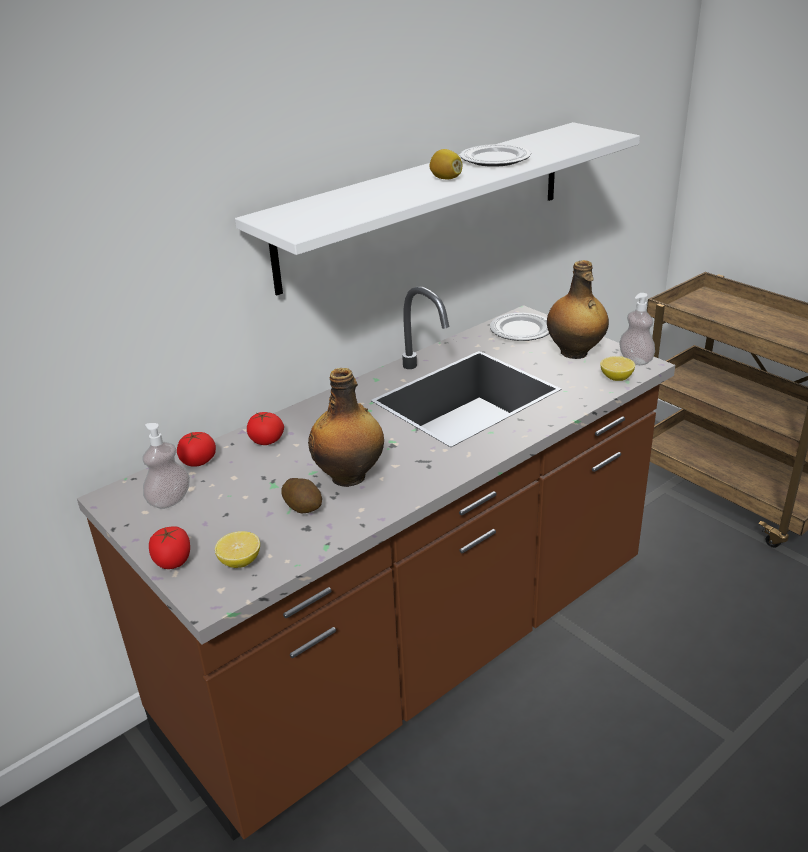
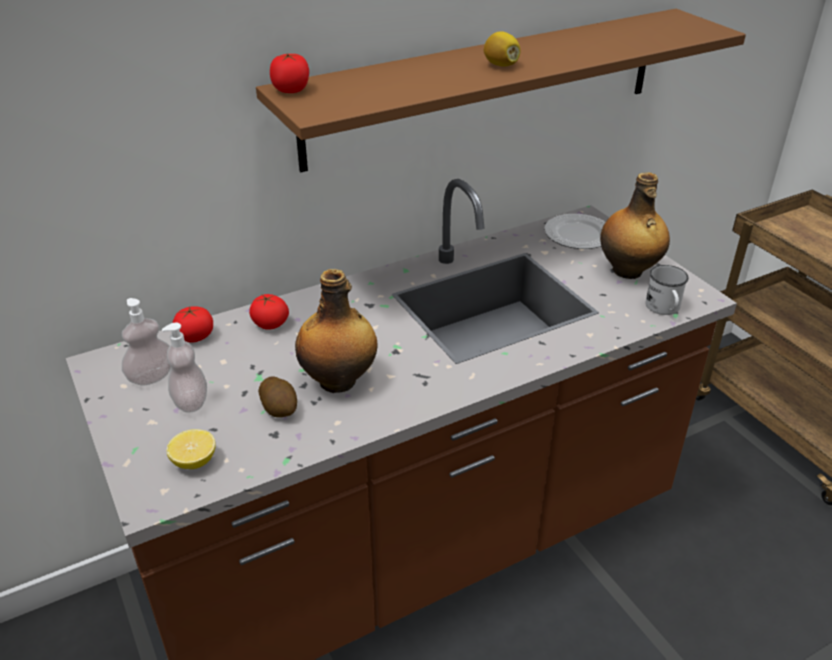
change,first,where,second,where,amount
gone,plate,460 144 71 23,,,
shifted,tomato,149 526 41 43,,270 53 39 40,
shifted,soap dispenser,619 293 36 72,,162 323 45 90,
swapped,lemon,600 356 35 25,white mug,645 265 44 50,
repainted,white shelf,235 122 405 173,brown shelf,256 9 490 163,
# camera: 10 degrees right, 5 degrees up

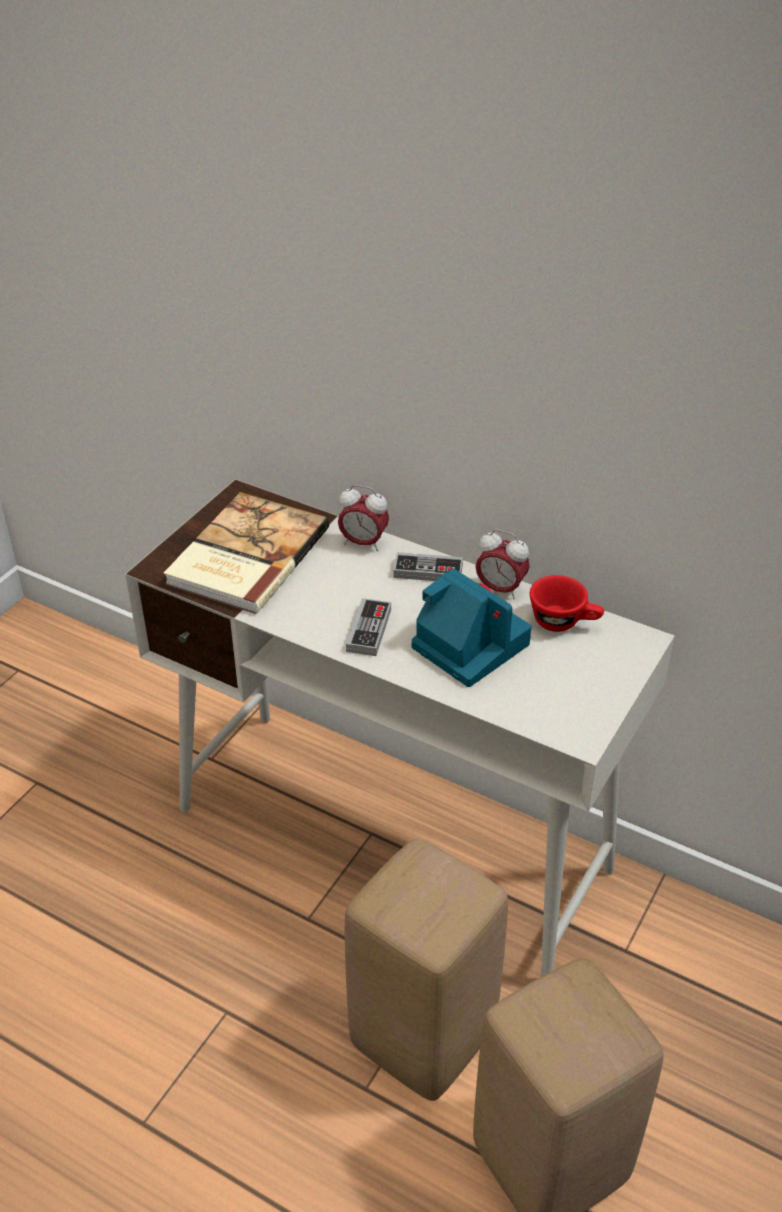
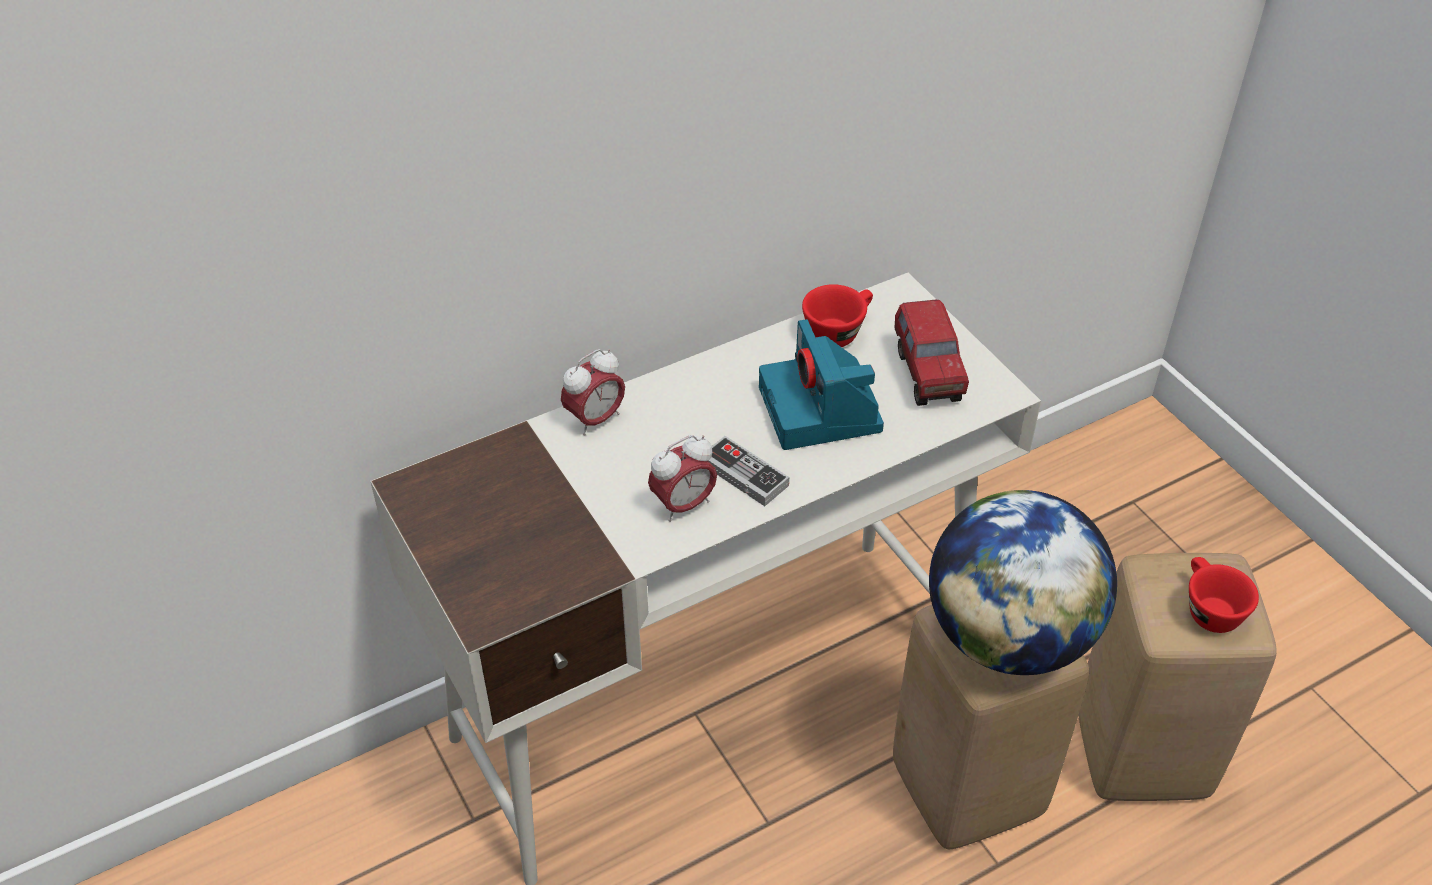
change,first,where,second,where,amount
gone,book,164 492 165 122,,,
gone,game controller,394 552 69 29,,,
new,,,toy truck,894 299 75 107,
new,,,globe,929 490 188 185,
new,,,red cup,1189 557 70 76,
shifted,alarm clock,475 529 55 71,,648 435 69 87,
rotated,photo camera,412 568 120 119,,759 319 125 131,90 degrees counterclockwise
# camera: 60 degrees left, 5 degrees up

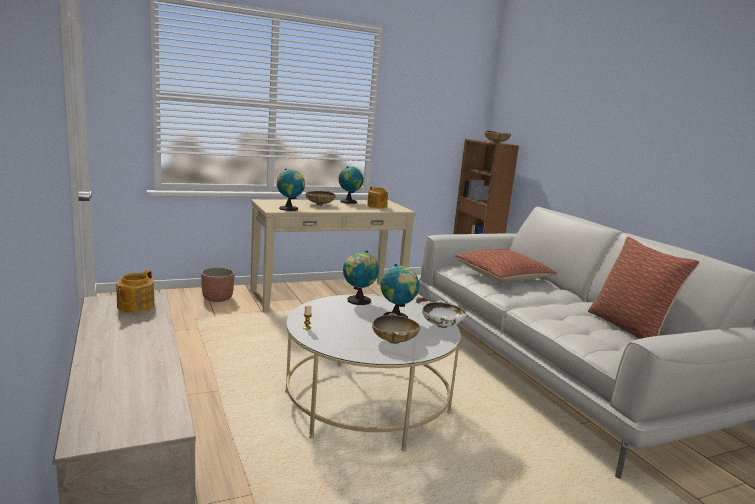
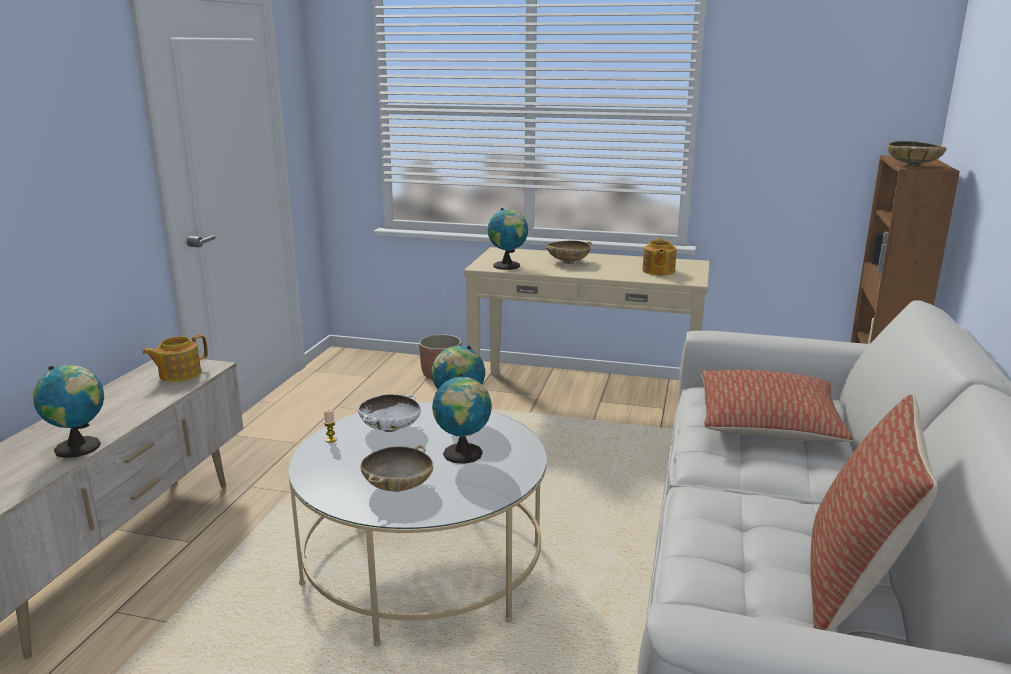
change,first,where,second,where,amount
shifted,globe,339 166 25 38,,33 365 71 93,
shifted,white bowl,422 300 44 28,,358 394 63 38,
# camera: 40 degrees right, 5 degrees up

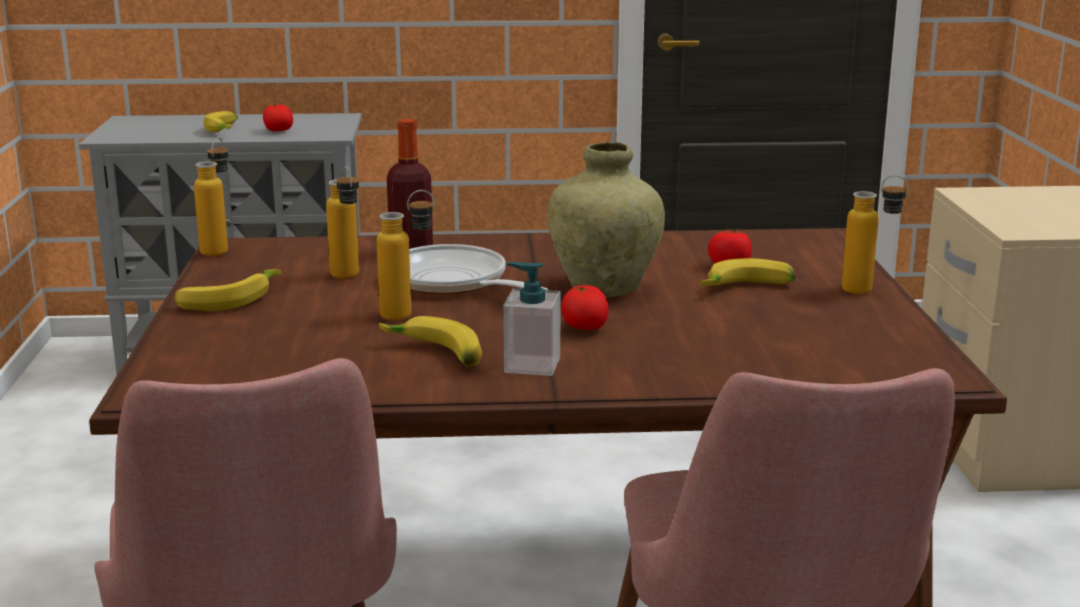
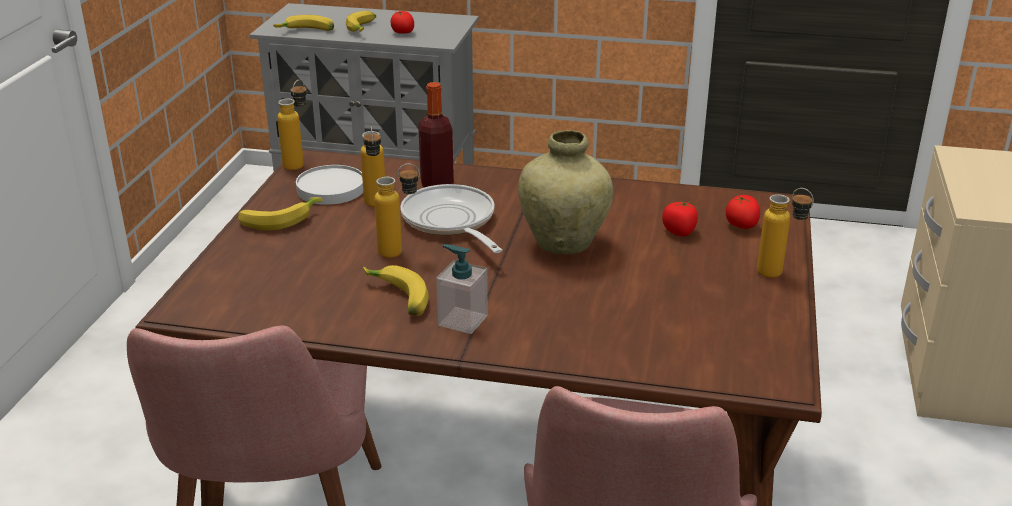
change,first,where,second,where,amount
new,,,white plate,296 165 67 40,
shifted,tomato,561 285 48 45,,726 195 34 34,
shifted,banana,700 258 96 28,,273 15 61 16,
# camera: 15 degrees right, 10 degrees up

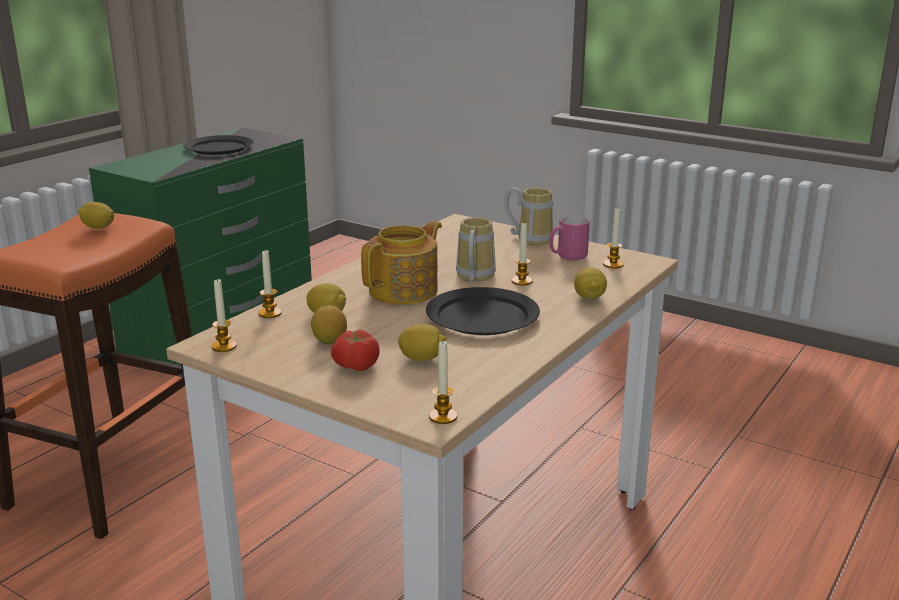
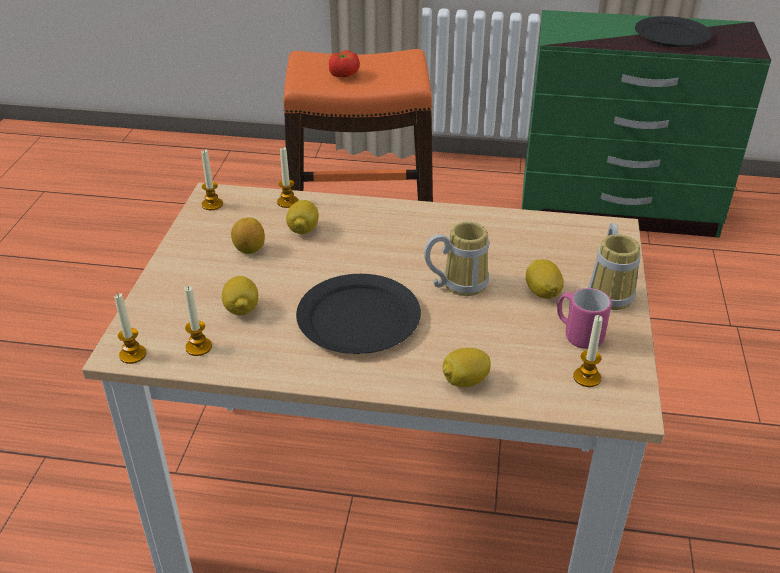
change,first,where,second,where,amount
gone,teapot,361 221 81 84,,,
shifted,lemon,78 202 36 27,,526 259 38 40,
shifted,tomato,331 329 49 42,,329 50 31 28,
shifted,candle,511 223 22 62,,184 286 28 70,
# camera: 65 degrees right, 15 degrees up

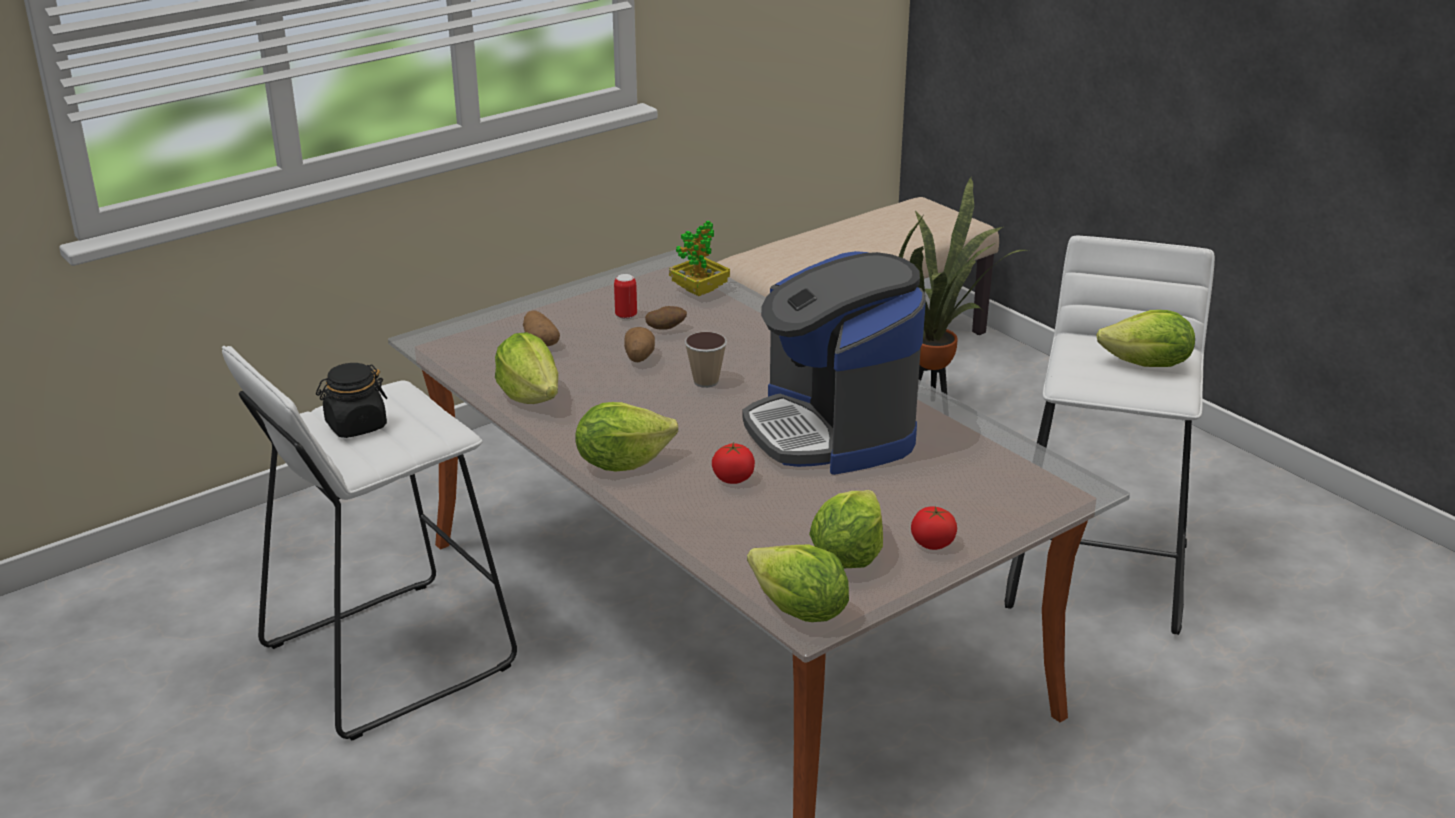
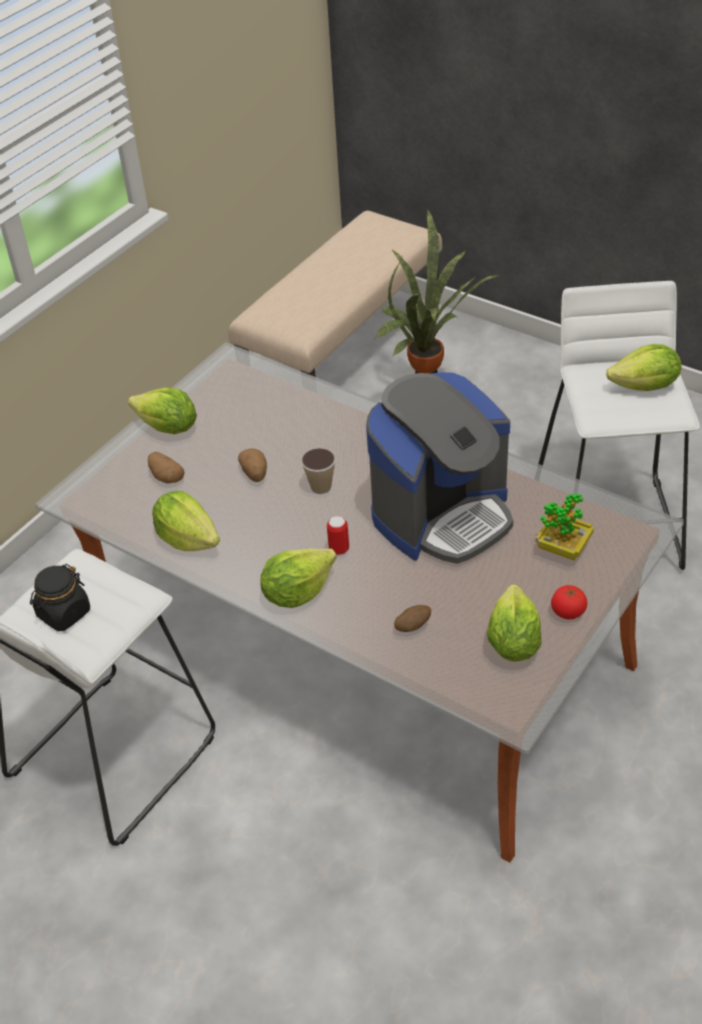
change,first,where,second,where,amount
gone,tomato,712 442 43 42,,,
shifted,can,614 274 23 45,,327 516 22 39,
shifted,potato,645 306 42 24,,394 605 37 27,
shifted,potted plant,669 220 61 76,,536 493 58 68,
shifted,lettuce,747 545 102 77,,128 388 69 46,
rotated,coffee machine,743 251 183 224,,366 372 147 192,90 degrees counterclockwise
# camera: 15 degrees left, 15 degrees up

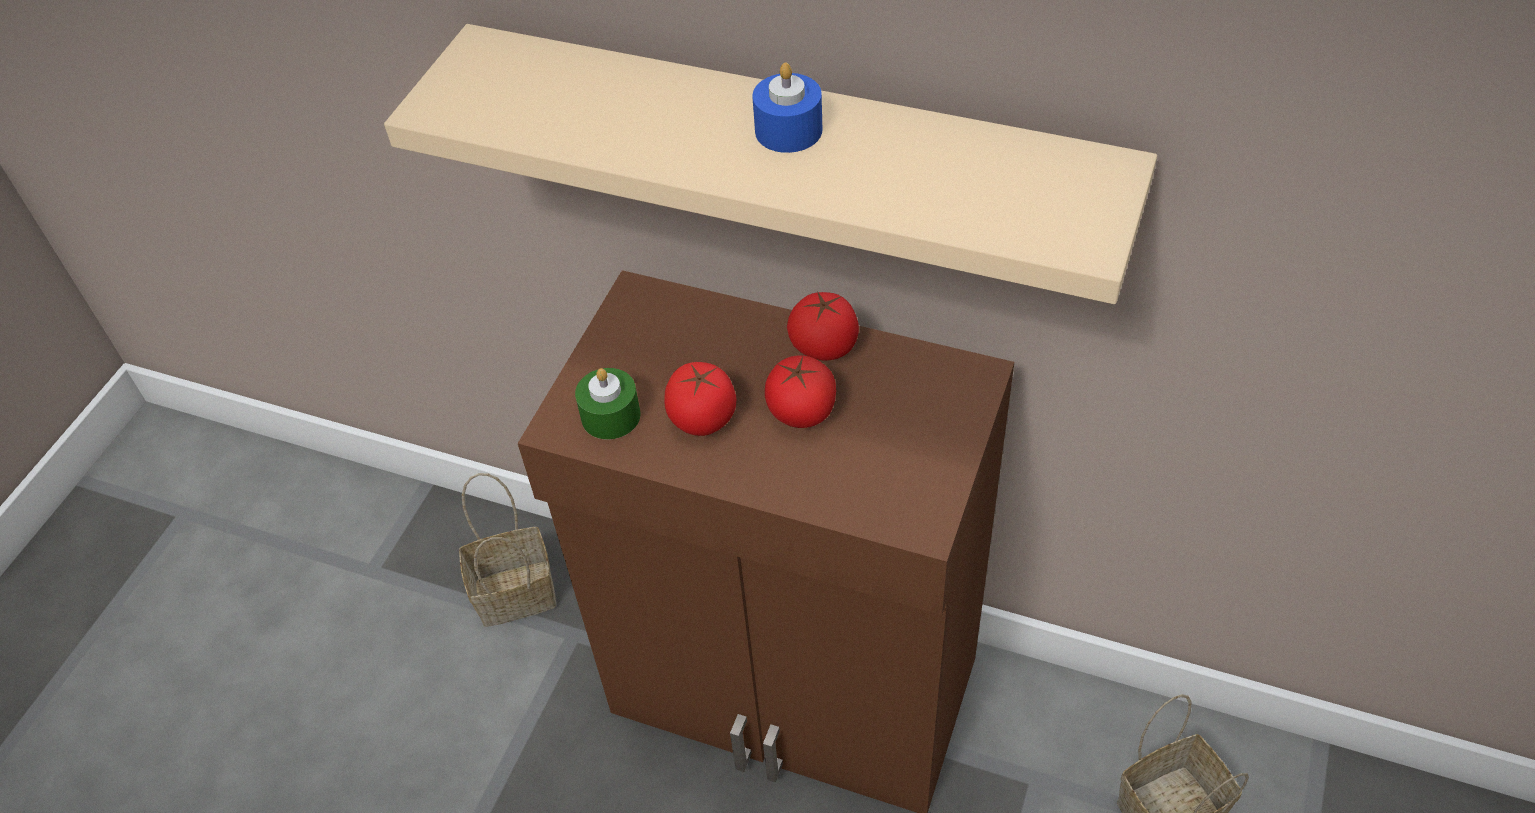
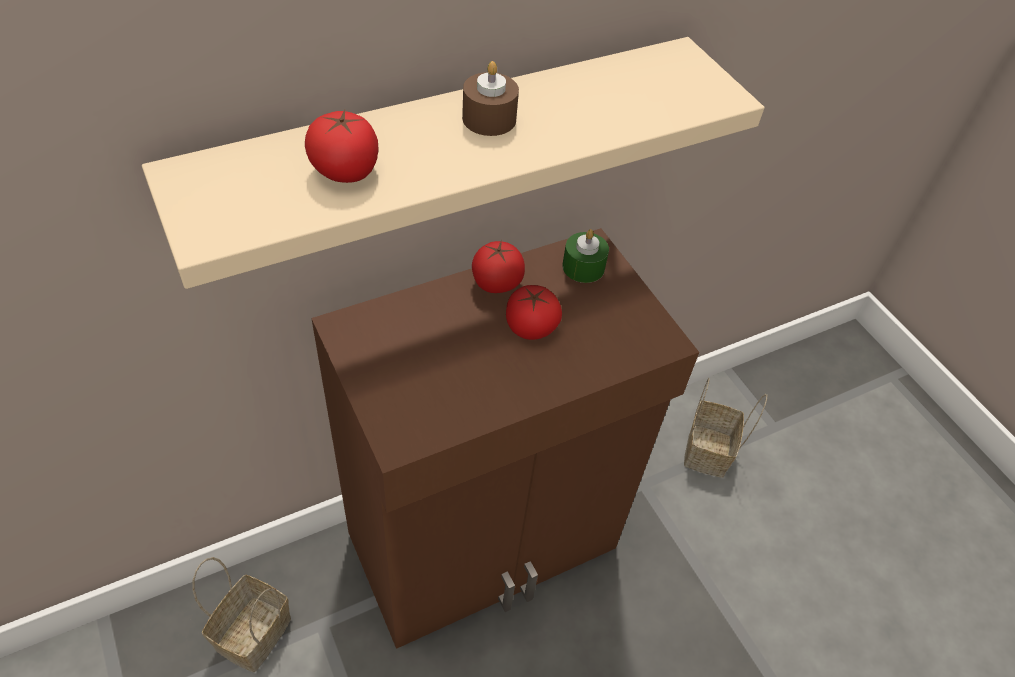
change,first,where,second,where,amount
shifted,green candle,575 368 66 72,,562 229 47 54,
shifted,tomato,664 362 72 74,,305 110 74 73,
repainted,blue candle,752 63 70 90,brown candle,462 61 57 75,
# camera: 55 degrees left, 0 degrees up

